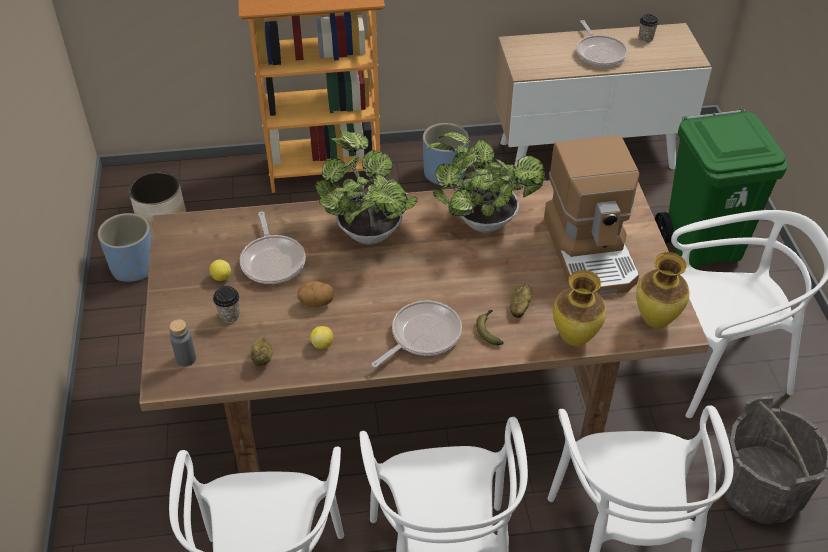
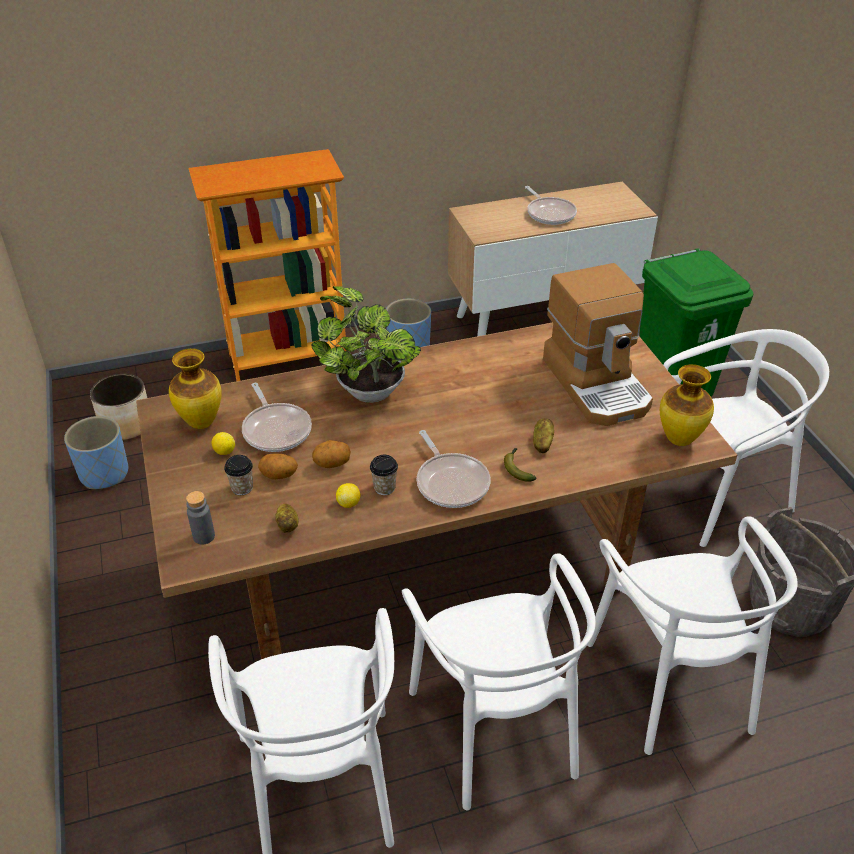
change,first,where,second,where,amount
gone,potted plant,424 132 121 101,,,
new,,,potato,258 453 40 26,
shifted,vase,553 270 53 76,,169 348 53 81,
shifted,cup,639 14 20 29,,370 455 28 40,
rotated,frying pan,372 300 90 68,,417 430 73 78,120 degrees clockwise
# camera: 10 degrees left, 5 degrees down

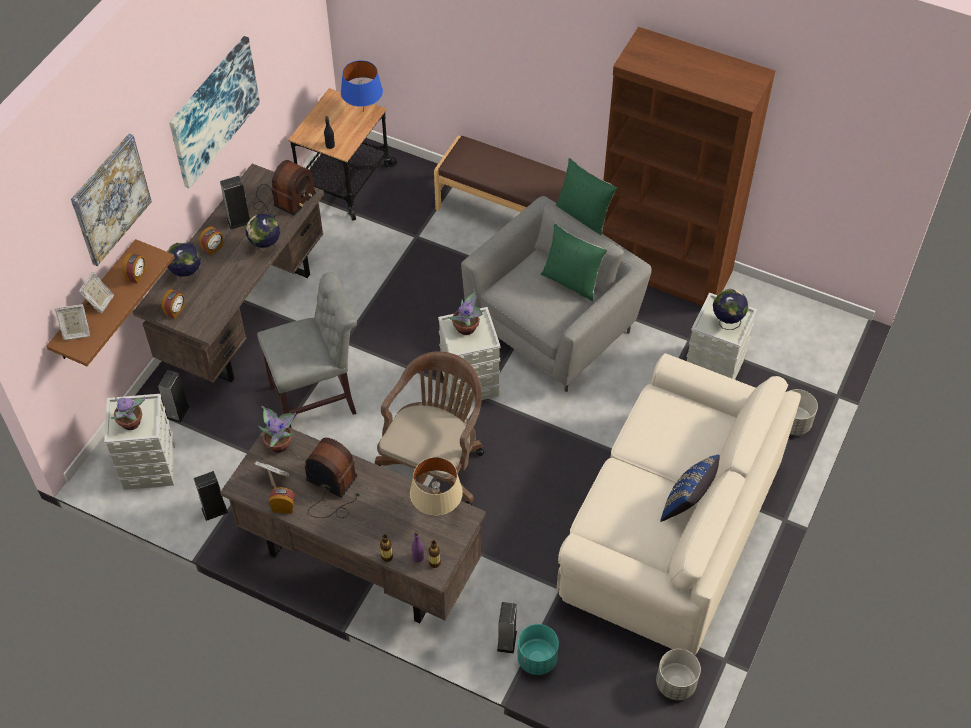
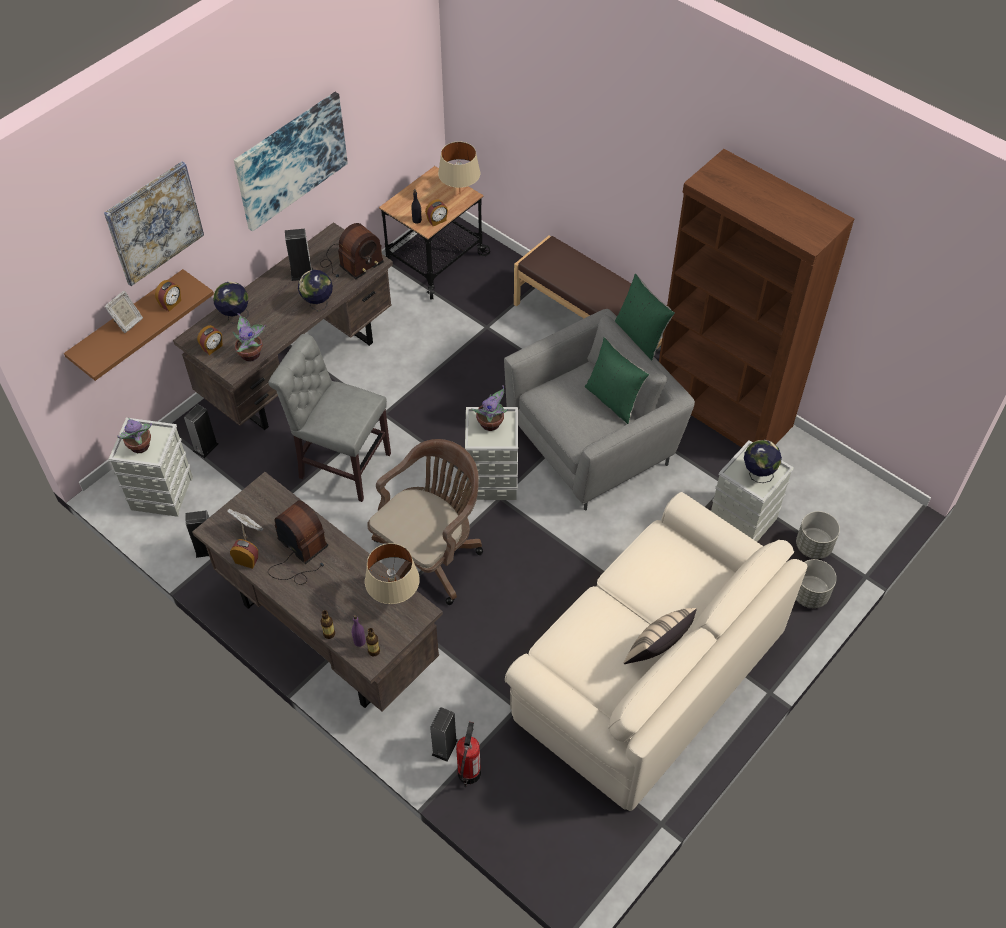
change,first,where,second,where,amount
gone,picture frame,55 304 35 36,,,
shifted,alarm clock,199 227 24 28,,425 199 23 27,
shifted,potted plant,258 406 38 47,,233 313 33 49,
shifted,grey planter,656 649 45 51,,796 511 44 48,
swapped,turquoise planter,517 624 42 51,fire extinguisher,456 722 25 65,
repainted,blue table lamp,341 60 42 52,beige table lamp,438 142 42 47,
repainted,blue pillow,660 454 60 68,beige pillow,623 608 74 56,
rotated,grey chair,257 272 100 156,,268 334 123 168,150 degrees counterclockwise
# camera: 15 degrees right, 0 degrees up

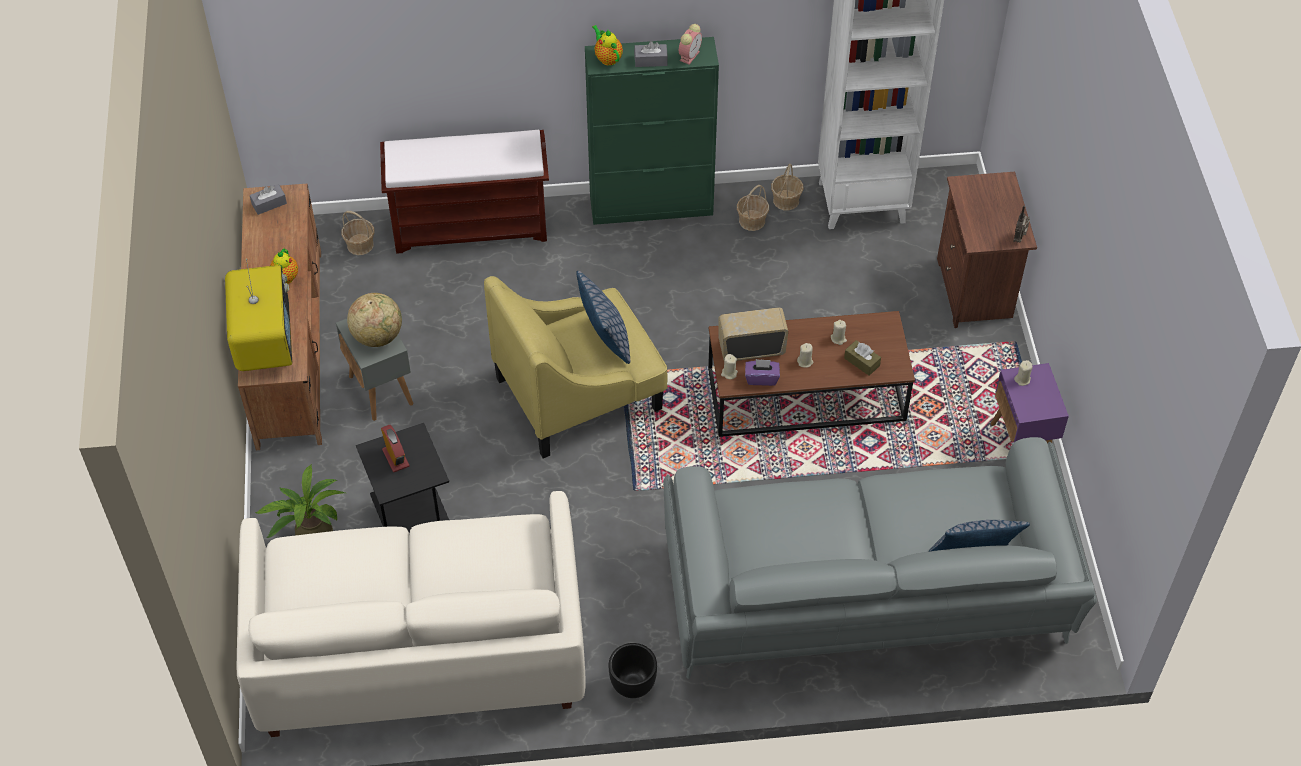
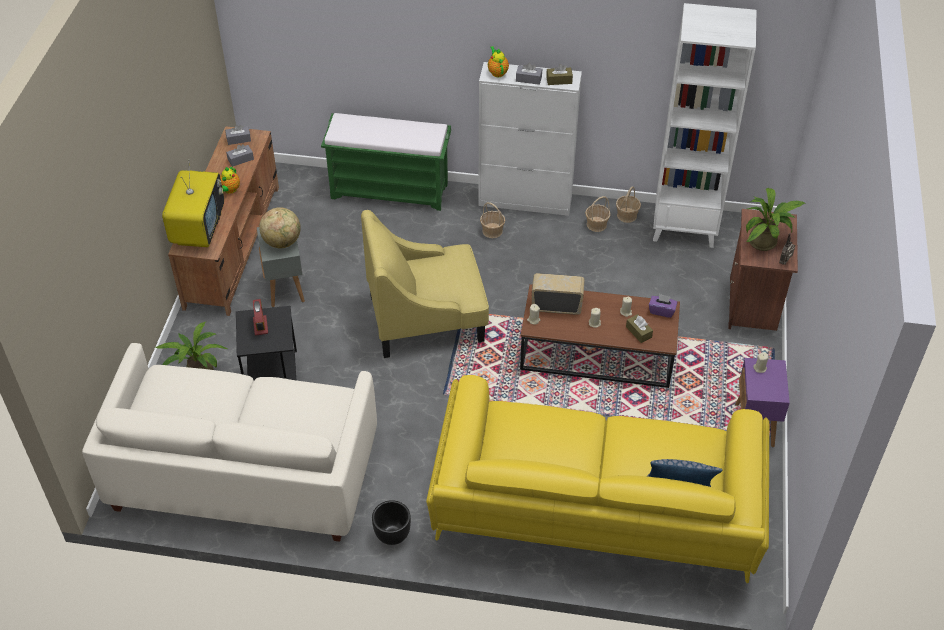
change,first,where,second,where,amount
gone,pillow,576 271 54 93,,,
new,,,grey tissue box,226 144 28 22,
new,,,potted plant,746 188 60 63,
shifted,basket,341 211 33 44,,480 202 25 36,
shifted,purple tissue box,745 359 35 27,,649 294 28 24,
swapped,alarm clock,679 24 23 40,brown tissue box,546 64 27 21,
repainted,brown bench,380 130 169 124,green bench,321 113 130 98,
repainted,green cabinet,585 37 134 188,white cabinet,478 62 104 154,
repainted,grey sofa,663 437 434 242,yellow sofa,426 375 343 208,
# camera: 15 degrees right, 5 degrees down

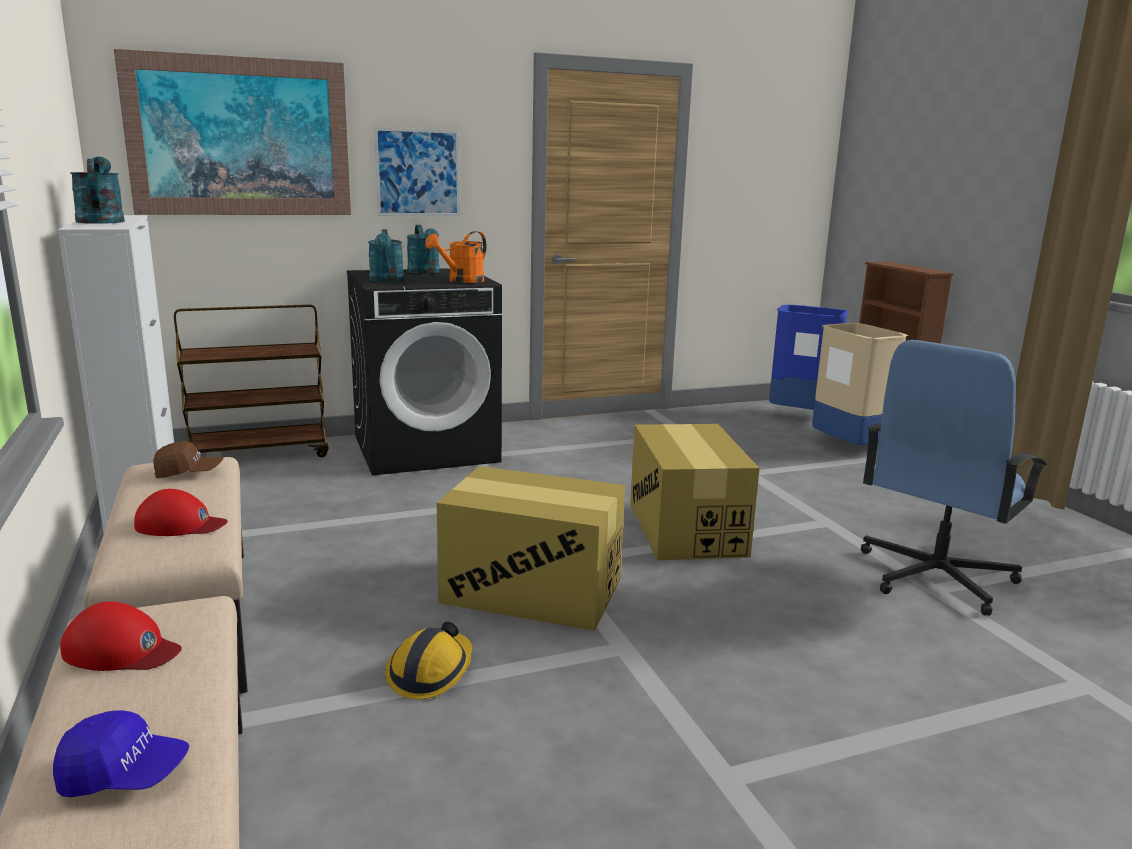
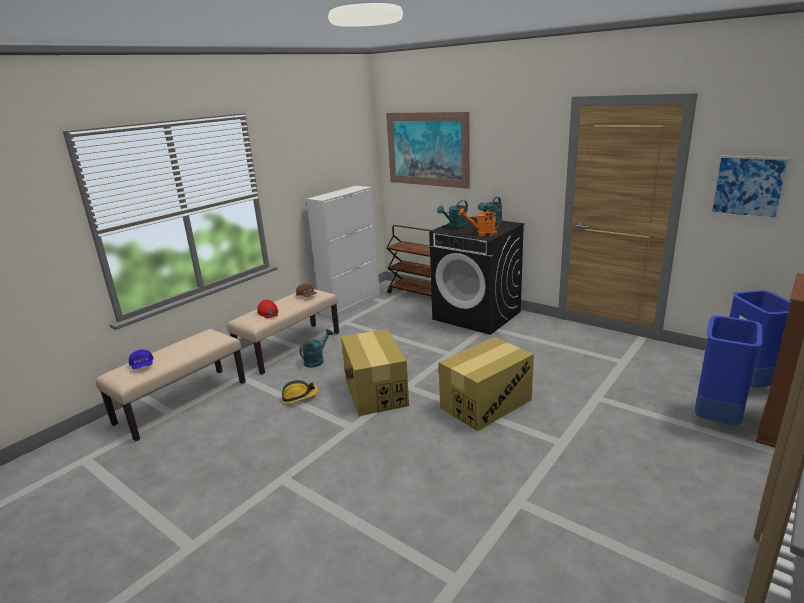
change,first,where,second,where,amount
gone,red cap,60 601 122 70,,,
gone,blue office chair,861 340 186 276,,,
shifted,turquoise watering can,70 157 55 67,,300 329 33 39,
shifted,picture,374 127 86 89,,710 156 81 64,
repainted,beige trash can,812 323 97 122,blue trash can,695 316 68 109,
# camera: 60 degrees right, 5 degrees up

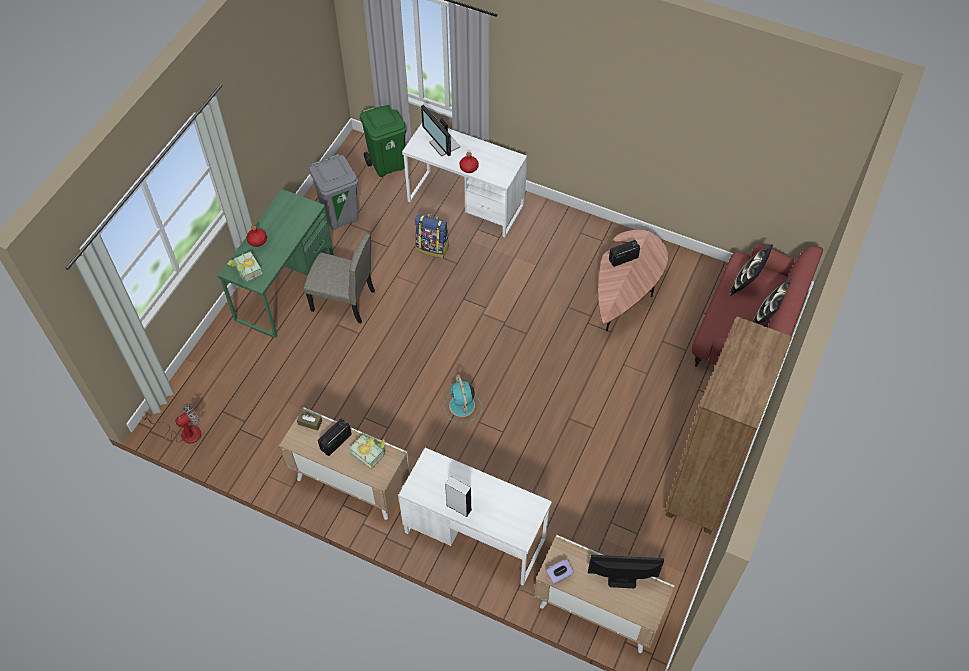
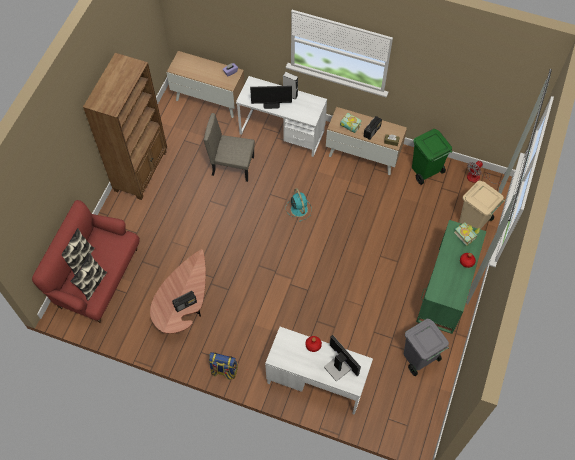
change,first,where,second,where,amount
new,,,beige trash can,459 181 46 48,
shifted,beige chair,304 234 71 90,,204 113 51 69,
shifted,green trash can,360 105 47 72,,412 129 40 56,
shifted,backpack,415 214 34 44,,209 352 29 28,
shifted,monitor,588 555 76 33,,250 86 42 23,
# camera: 175 degrees right, 5 degrees up

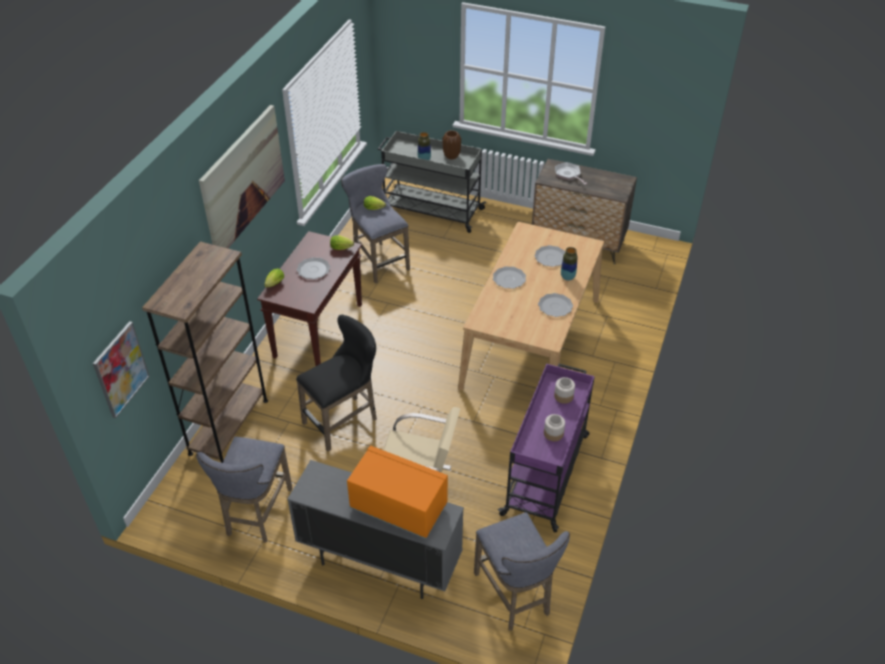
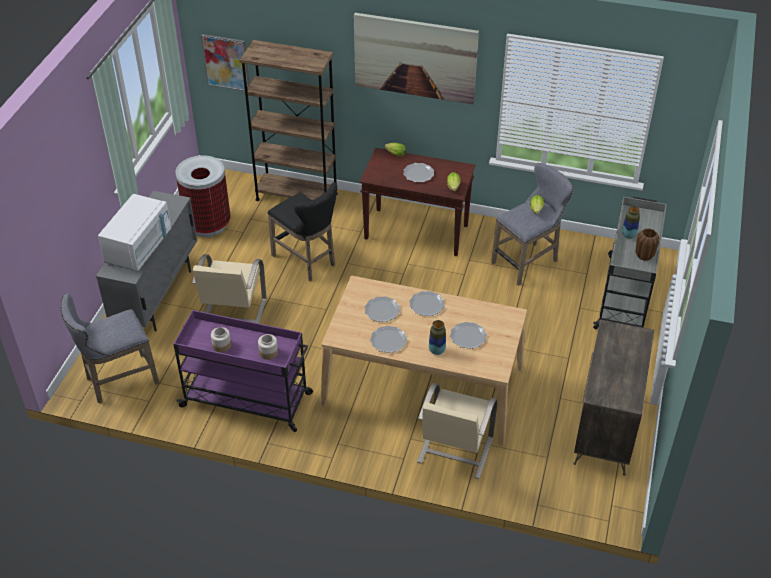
change,first,where,second,where,amount
gone,frying pan,555 162 33 23,,,
new,,,plate,365 296 35 26,
new,,,beige chair,417 383 80 96,
swapped,grey stool,196 436 96 107,trash can,175 155 56 82,
repainted,orange microwave,347 445 101 94,white microwave,98 194 73 77,
# camera: 85 degrees right, 0 degrees up

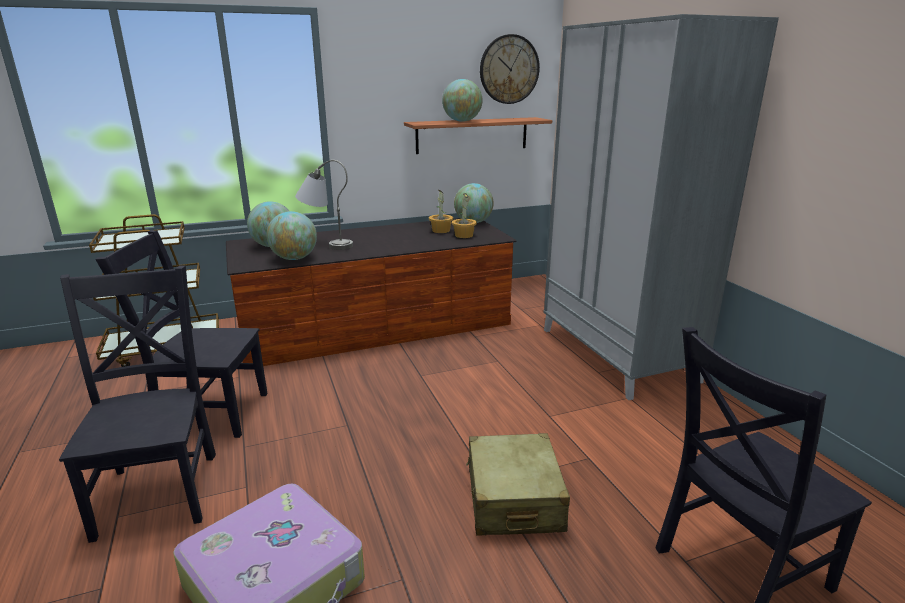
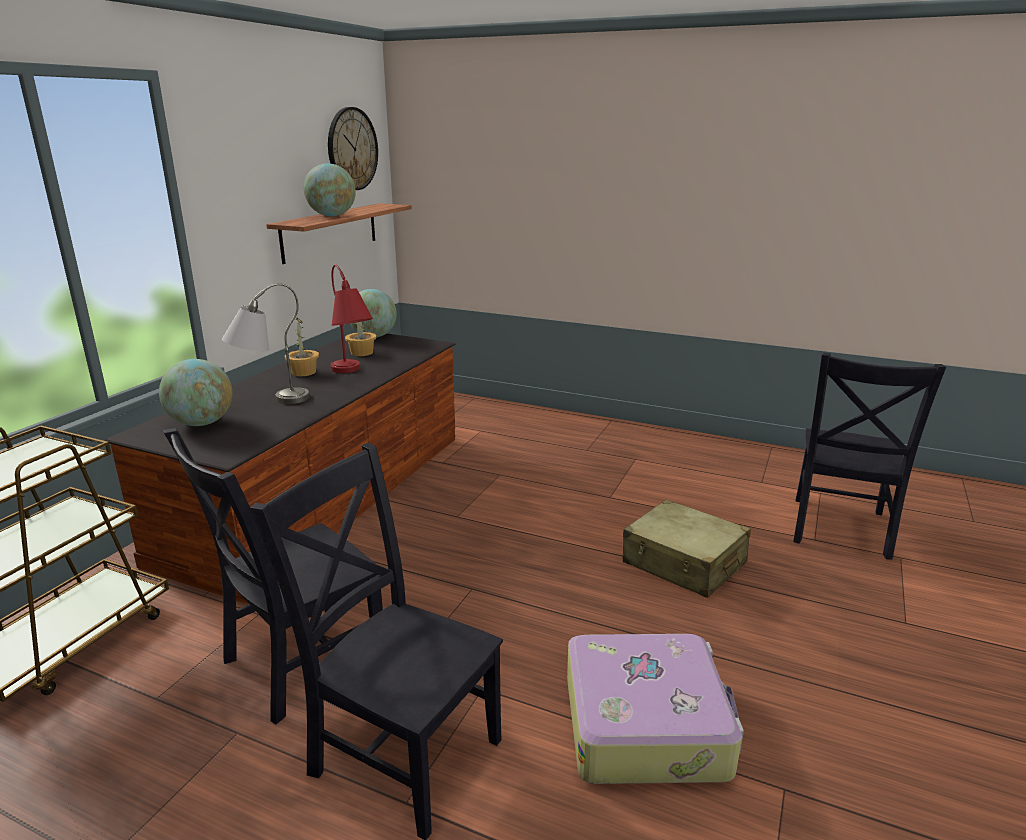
change,first,where,second,where,amount
gone,globe,266 211 51 49,,,
gone,grey wardrobe,543 14 236 386,,,
new,,,red table lamp,330 265 43 108,
shifted,potted plant,452 193 25 45,,285 318 34 58,
# camera: 45 degrees left, 0 degrees up

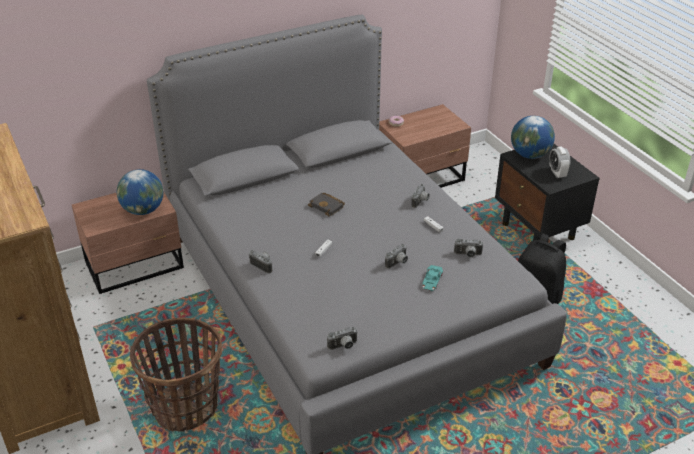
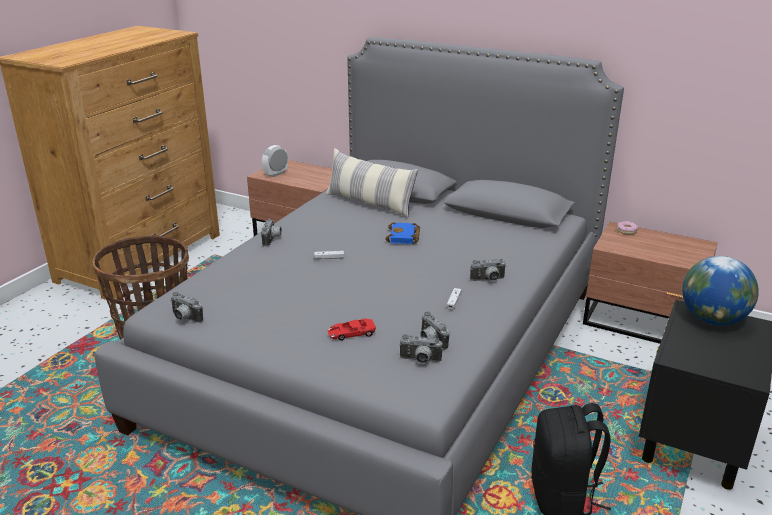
change,first,where,second,where,amount
gone,globe,117 169 47 46,,,
new,,,pillow,325 148 93 70,
shifted,photo camera,385 244 23 25,,399 334 44 29,
shifted,alarm clock,549 147 21 31,,262 145 26 32,
repainted,black book,308 193 37 23,blue book,386 222 34 22,
repainted,turquoise toy car,422 265 21 26,red toy car,328 318 48 22,
# camera: 55 degrees right, 10 degrees down

